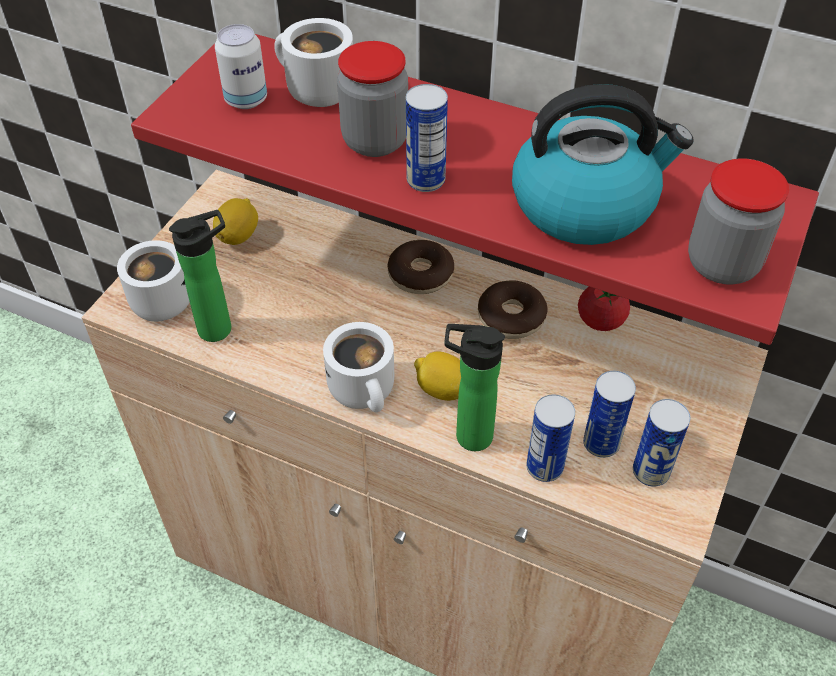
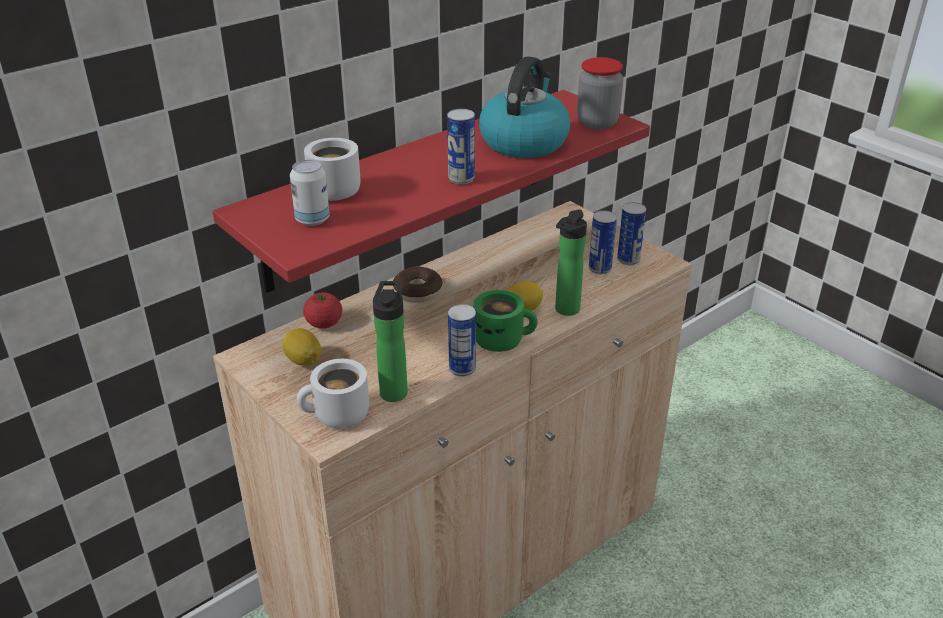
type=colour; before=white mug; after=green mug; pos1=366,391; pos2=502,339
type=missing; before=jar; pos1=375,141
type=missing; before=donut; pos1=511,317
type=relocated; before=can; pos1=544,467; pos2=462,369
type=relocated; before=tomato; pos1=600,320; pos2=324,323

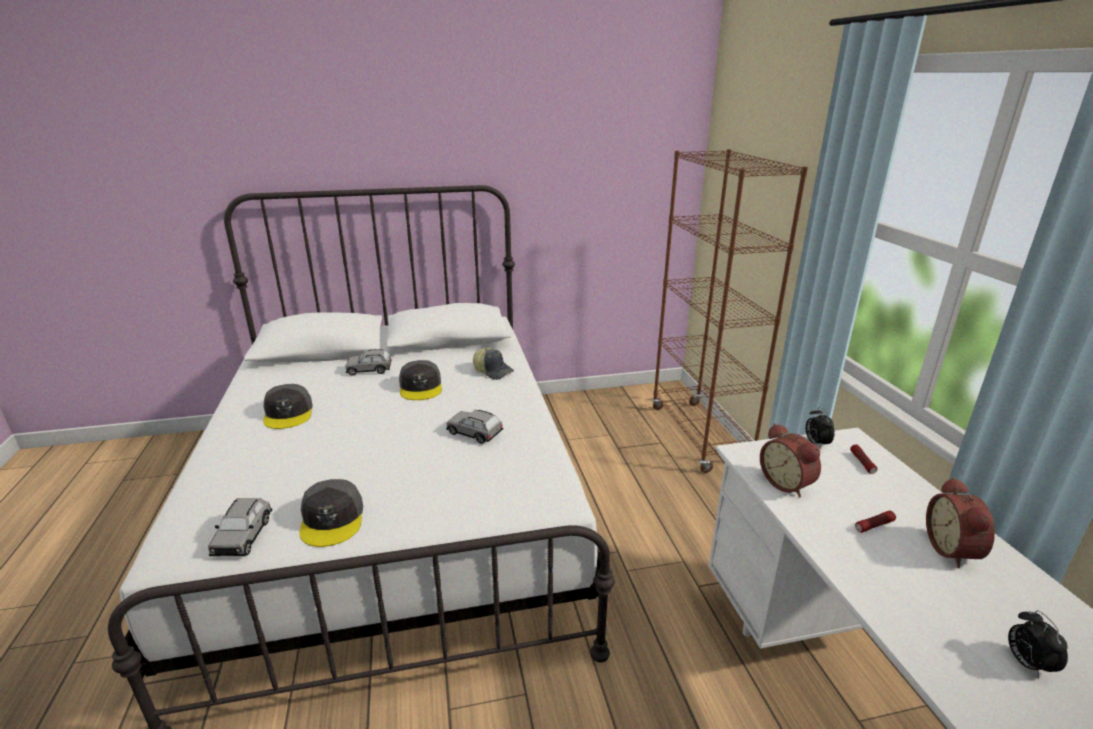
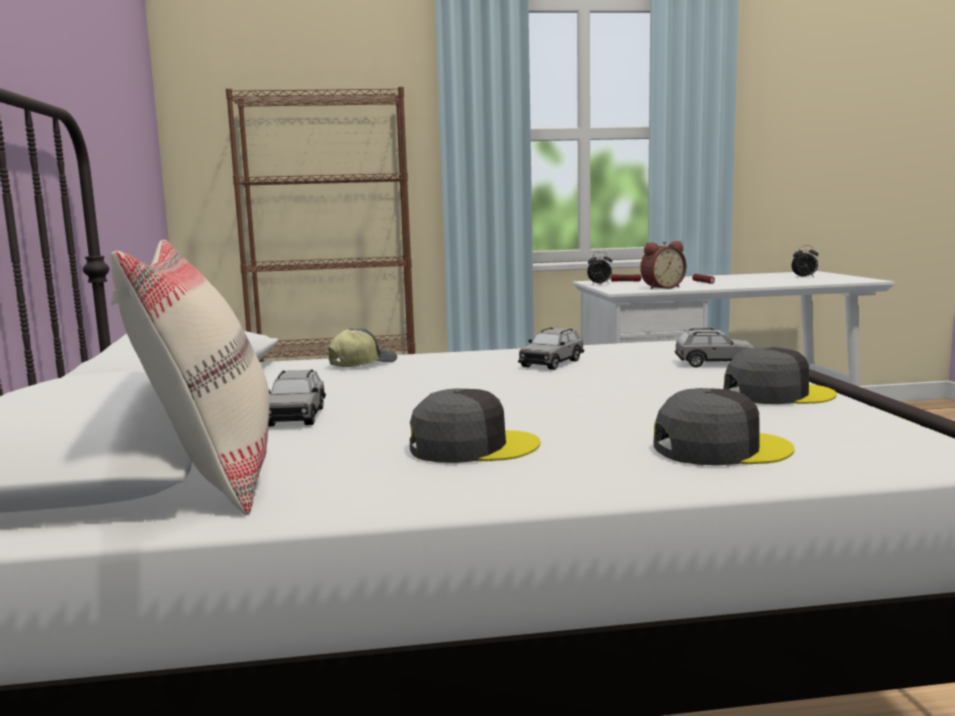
type=relocated; before=grey toy car; pos1=243,536; pos2=714,363
type=relocated; before=grey cap; pos1=421,387; pos2=720,449
type=missing; before=alarm clock; pos1=953,550
type=appeared; after=beige pillow; pos2=212,474

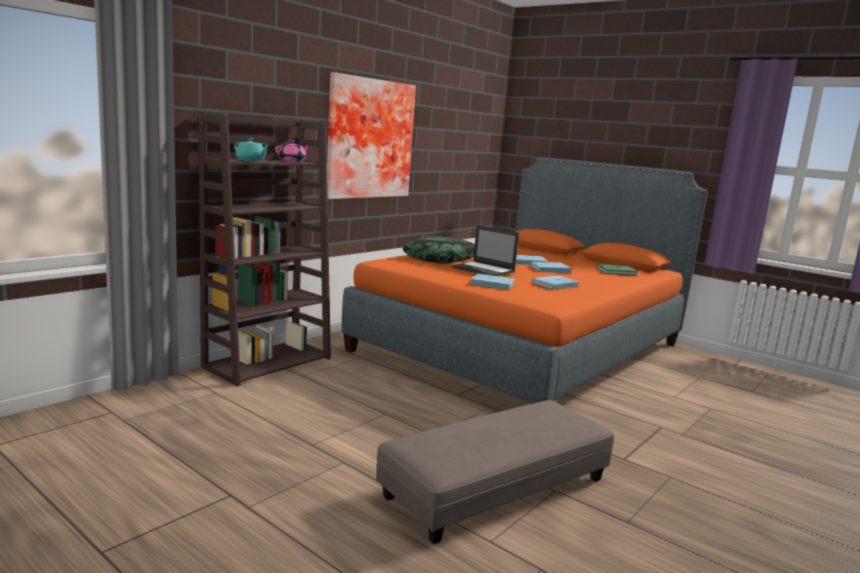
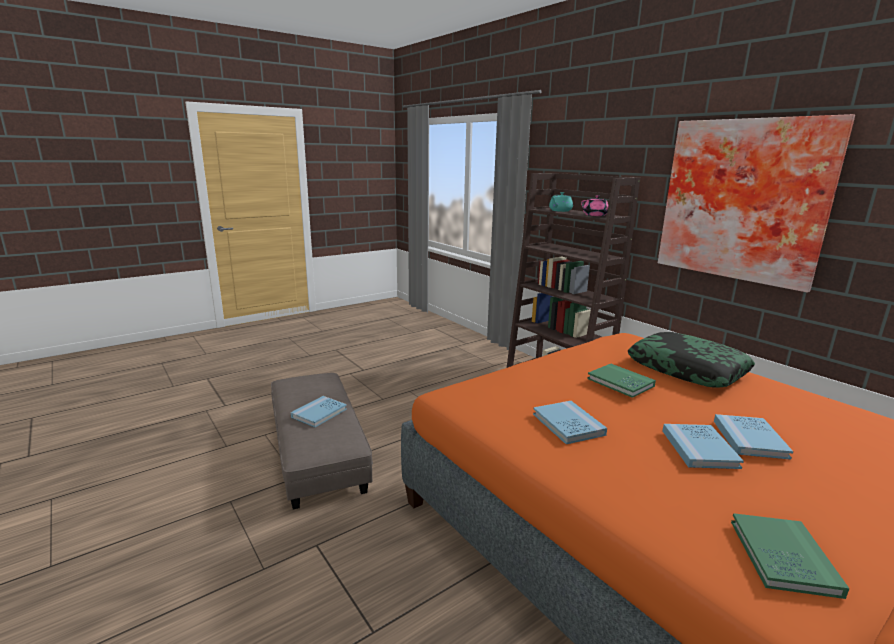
type=exchanged; before=laptop; after=green book; pos1=484,270; pos2=620,382
type=relocated; before=blue book; pos1=492,284; pos2=319,413

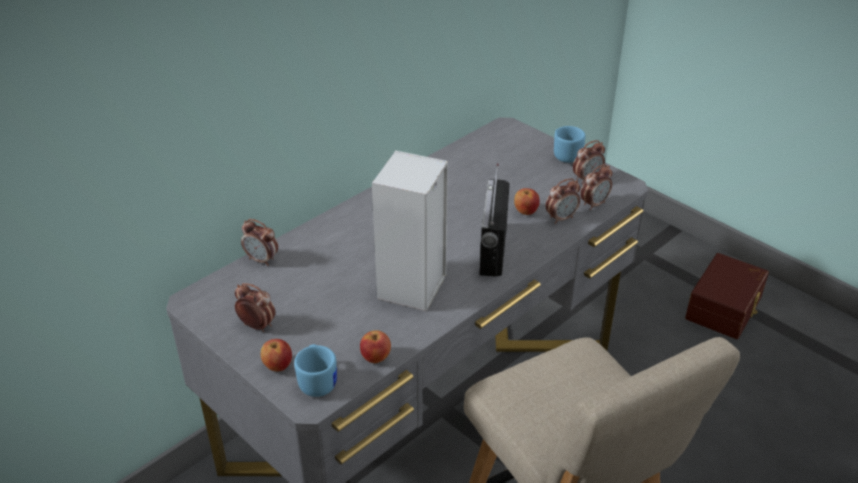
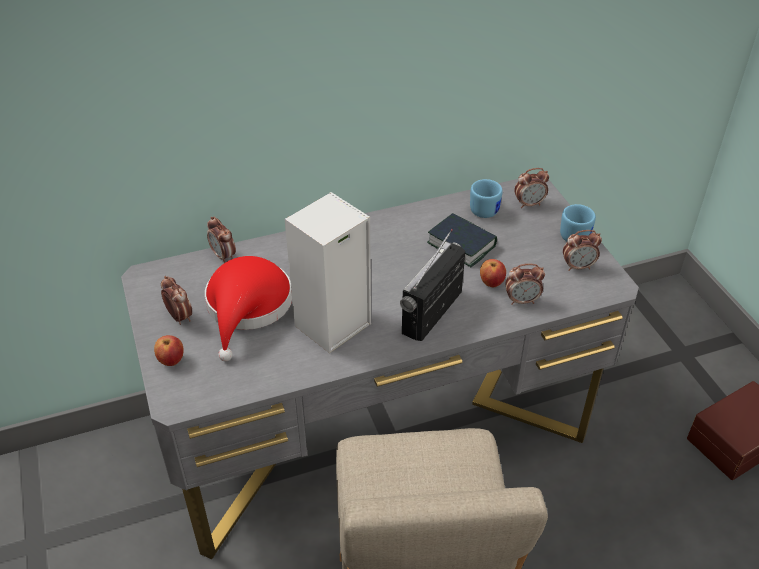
type=relocated; before=blue mug; pos1=318,380; pos2=485,208
type=missing; before=apple; pos1=376,358
type=relocated; before=alarm clock; pos1=594,204; pos2=529,204
type=appeared; after=red hat; pos2=247,307
type=appeared; after=book; pos2=461,244

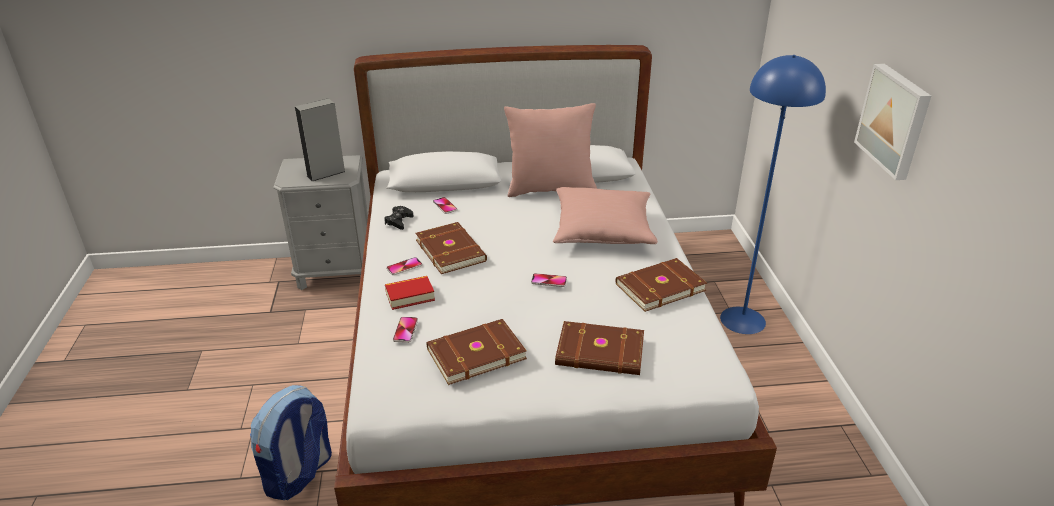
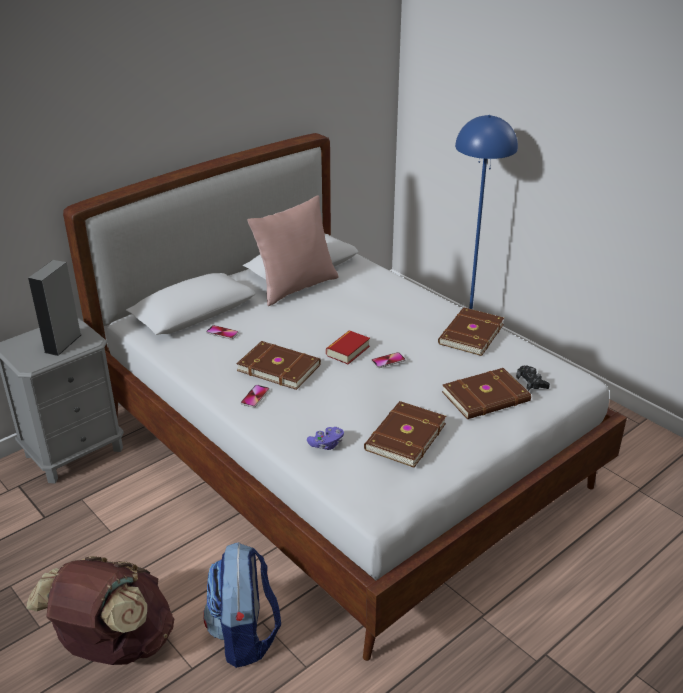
type=relocated; before=black game controller; pos1=399,221; pos2=532,382
type=relocated; before=book; pos1=410,296; pos2=348,351
type=exchanged; before=phone; after=purple game controller; pos1=405,330; pos2=326,444
type=missing; before=pink pillow; pos1=603,230
type=missing; before=picture; pos1=895,120
type=appeared; after=brown backpack; pos2=114,645

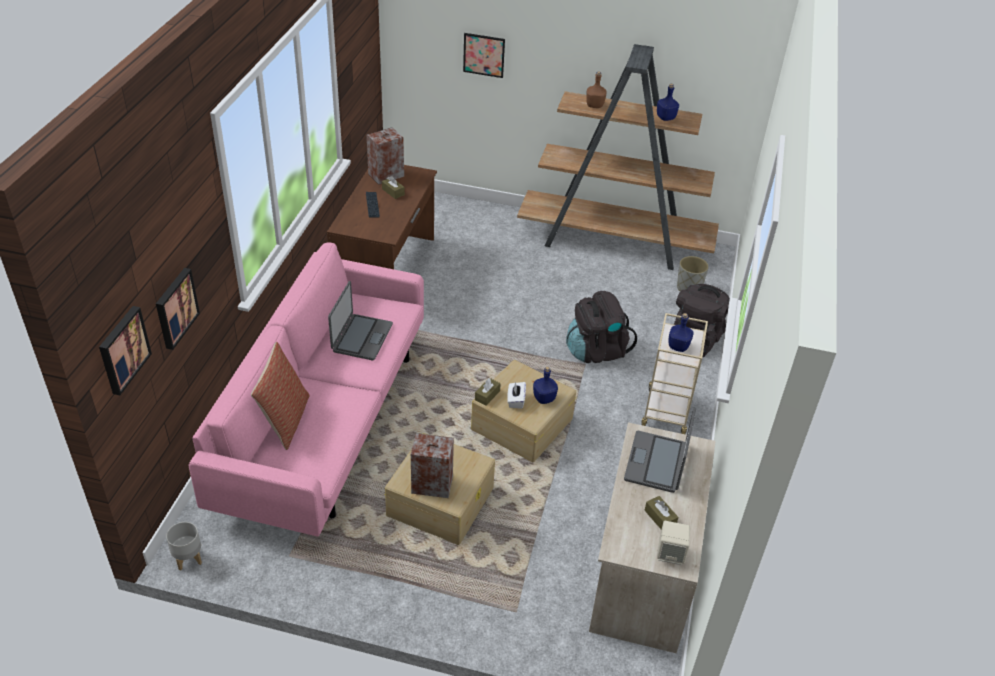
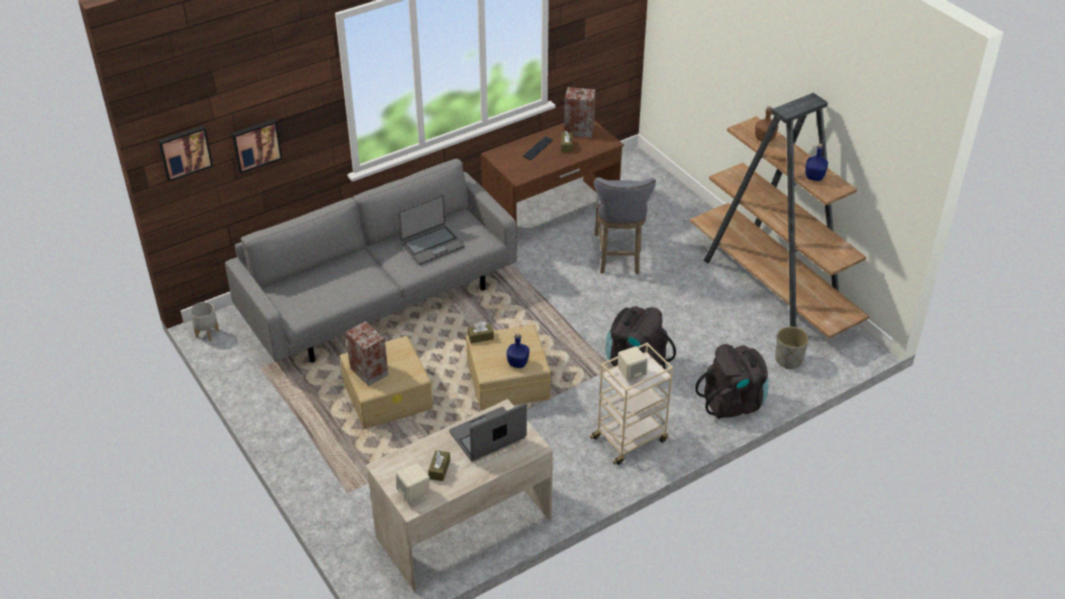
type=colour; before=pink sofa; after=grey sofa; pos1=326,422; pos2=380,300
type=missing; before=pillow; pos1=285,420
type=missing; before=picture; pos1=484,55
type=missing; before=white tissue box; pos1=516,400
type=exchanged; before=blue bottle; after=beige speaker; pos1=678,346; pos2=631,374
type=appeared; after=grey stool; pos2=618,256

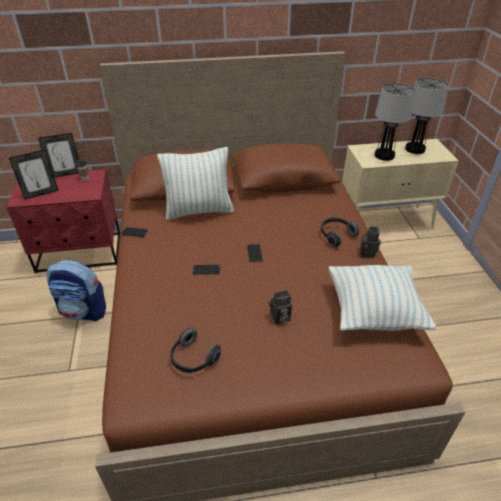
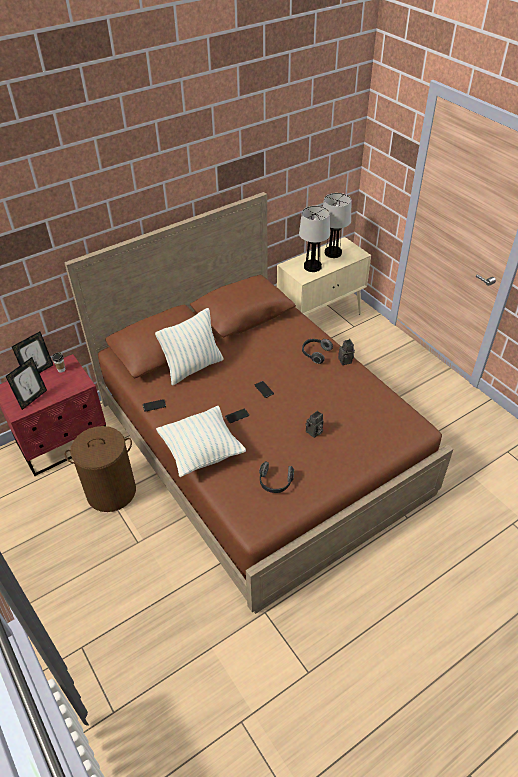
type=exchanged; before=backpack; after=brown laundry basket; pos1=84,311; pos2=111,491
type=relocated; before=pillow; pos1=374,312; pos2=201,452

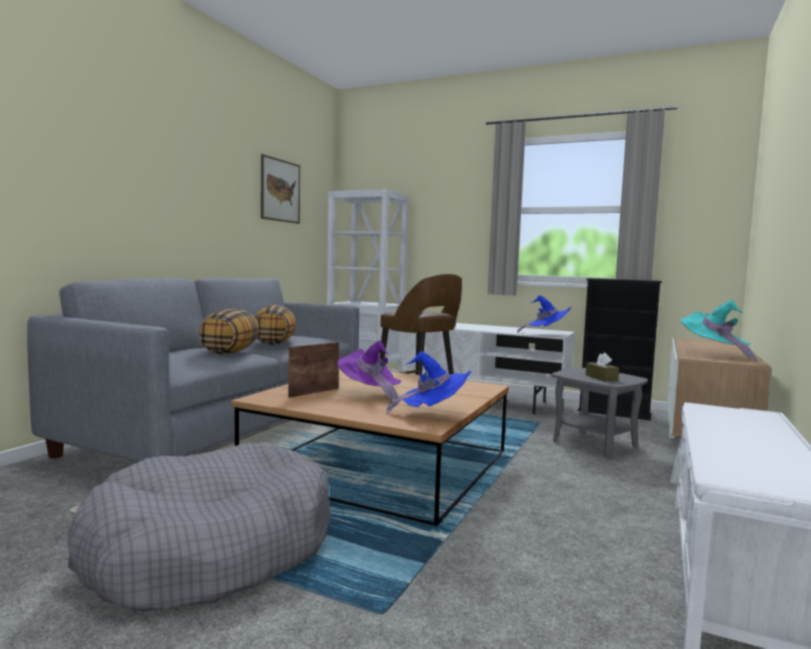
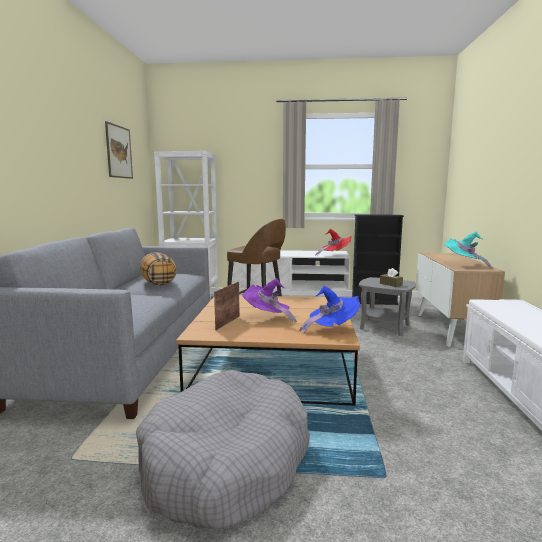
type=missing; before=pillow; pos1=230,352
type=colour; before=blue hat; after=red hat; pos1=546,334; pos2=335,255

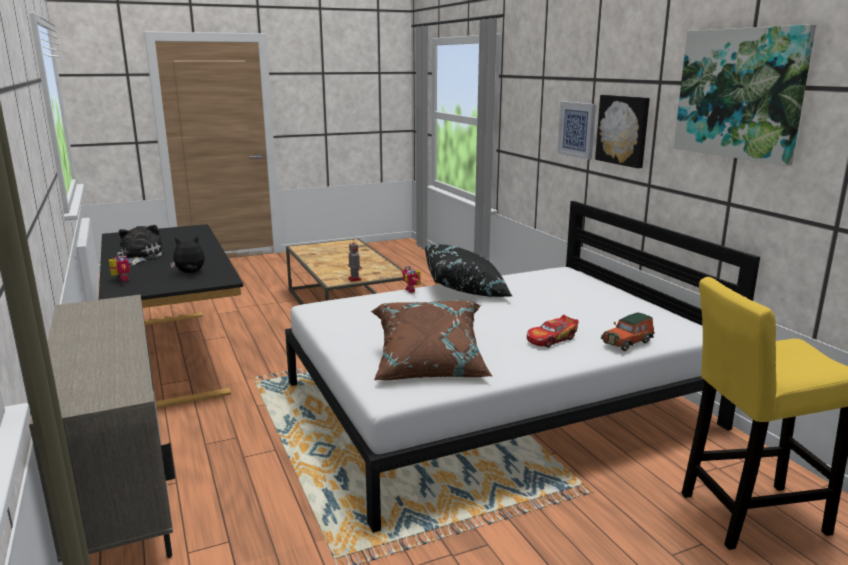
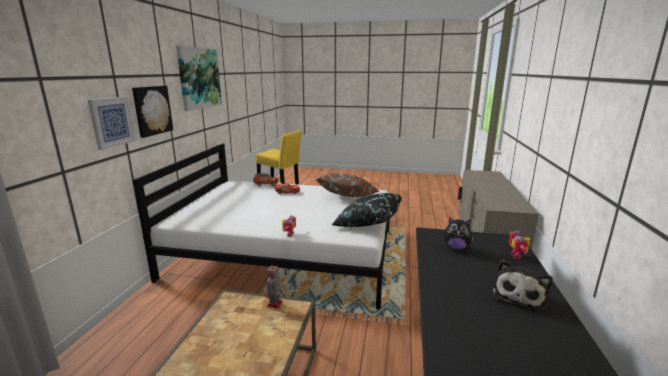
type=relocated; before=black pillow; pos1=466,290; pos2=367,223

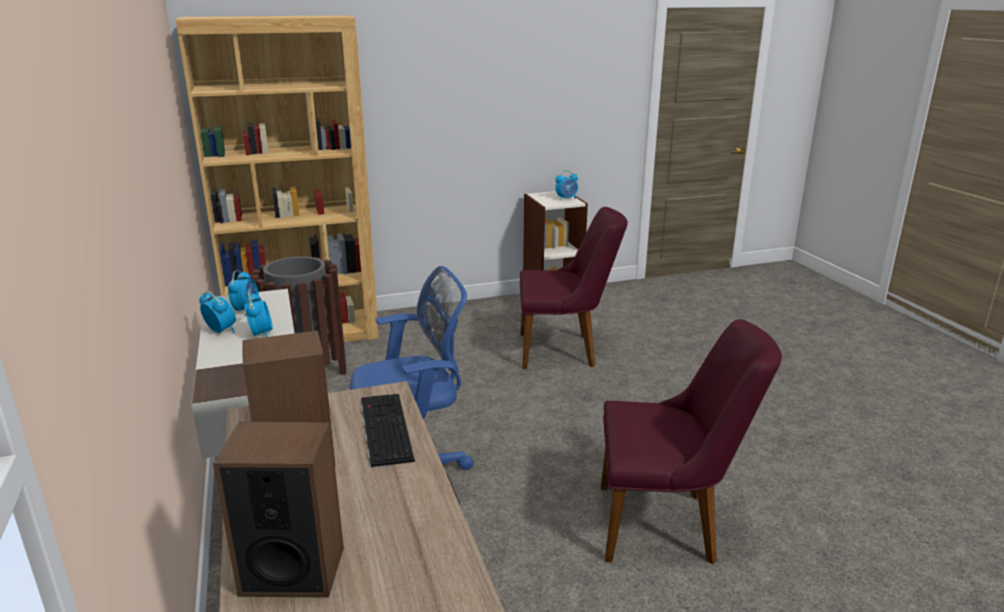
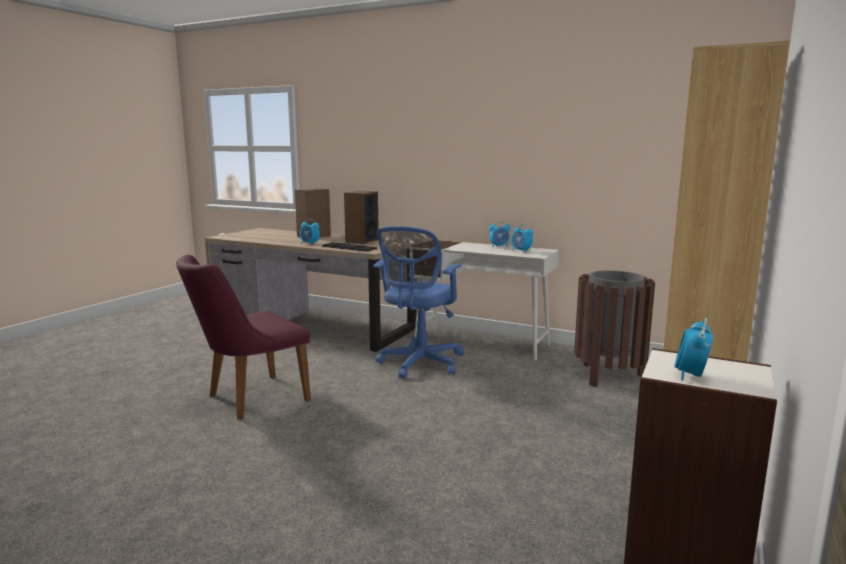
type=relocated; before=alarm clock; pos1=261,334; pos2=309,244
type=missing; before=purple chair; pos1=565,350

